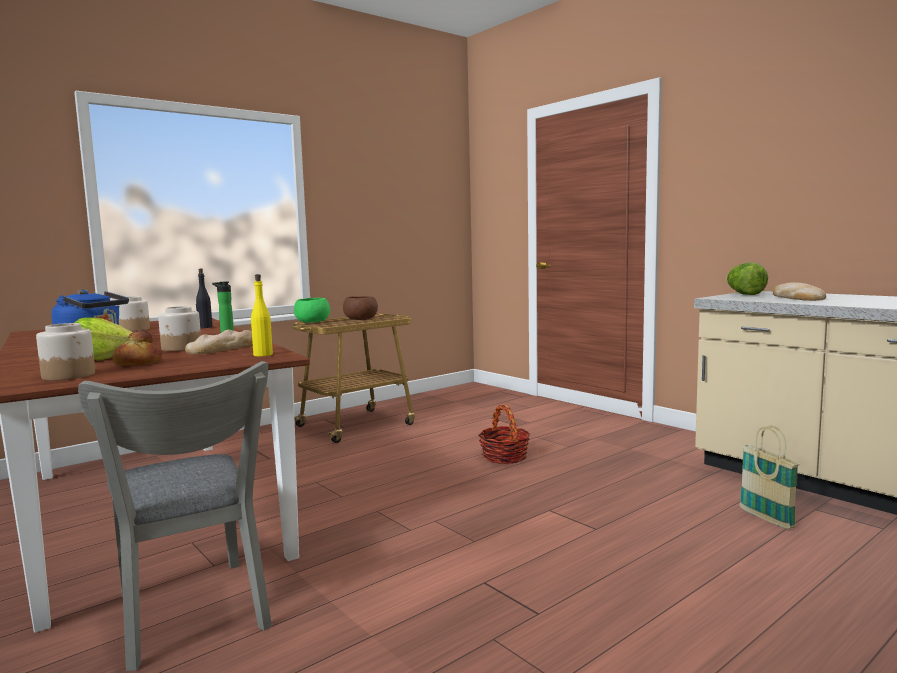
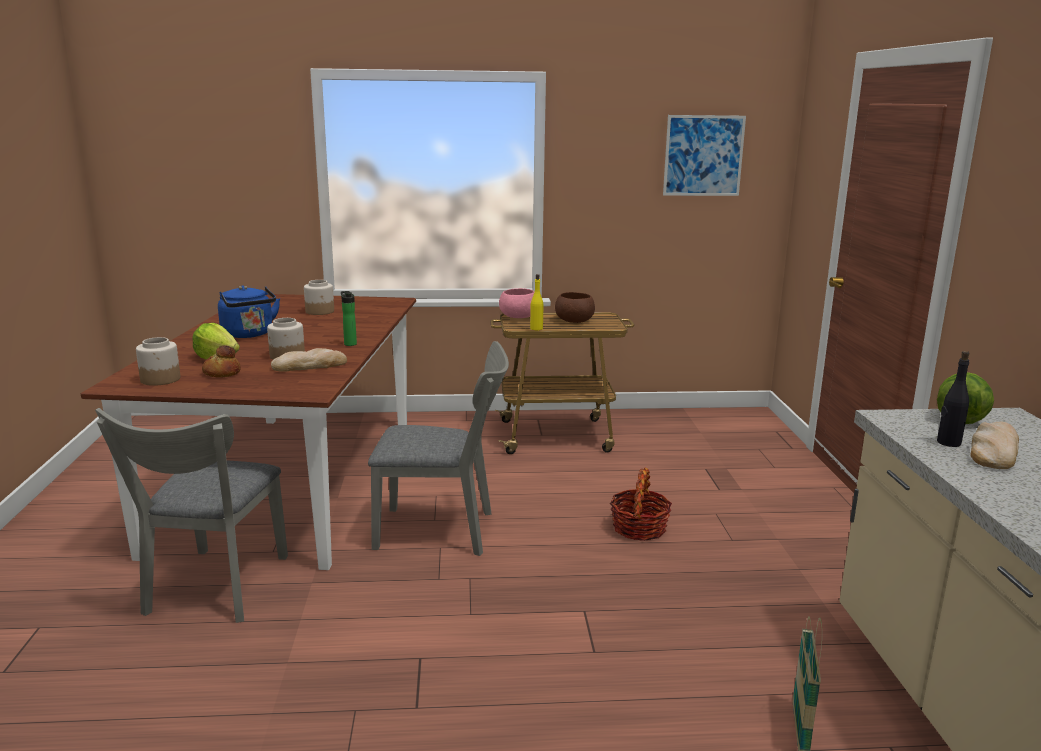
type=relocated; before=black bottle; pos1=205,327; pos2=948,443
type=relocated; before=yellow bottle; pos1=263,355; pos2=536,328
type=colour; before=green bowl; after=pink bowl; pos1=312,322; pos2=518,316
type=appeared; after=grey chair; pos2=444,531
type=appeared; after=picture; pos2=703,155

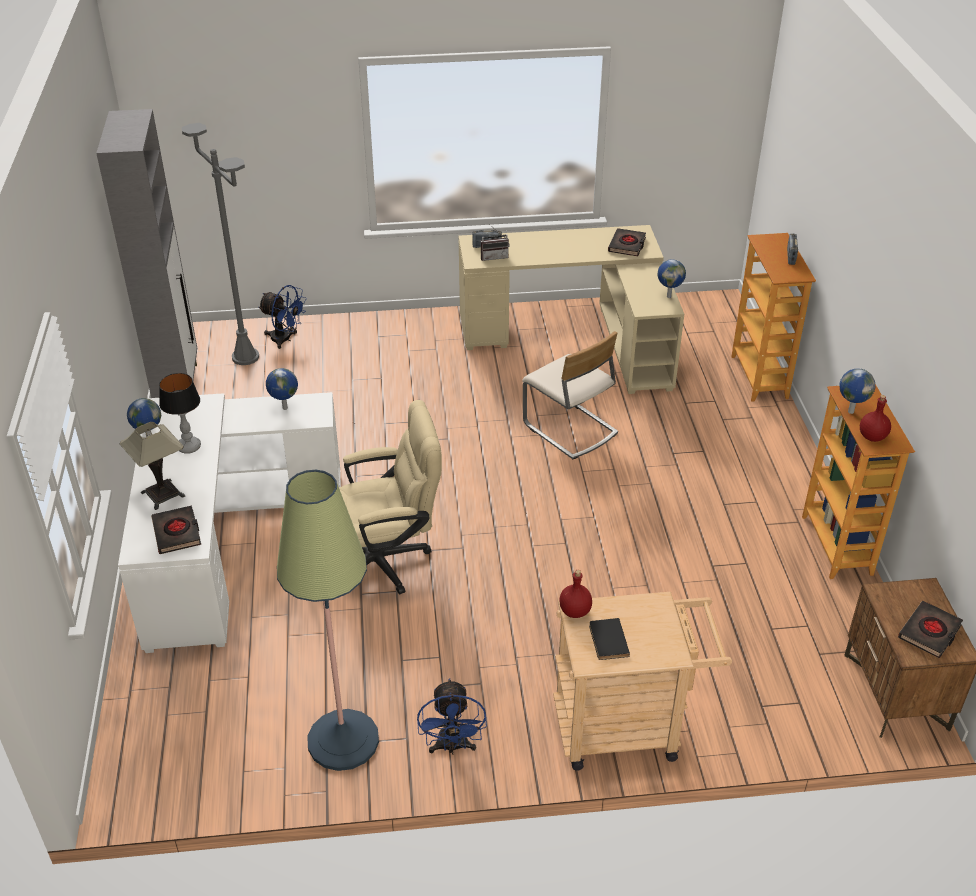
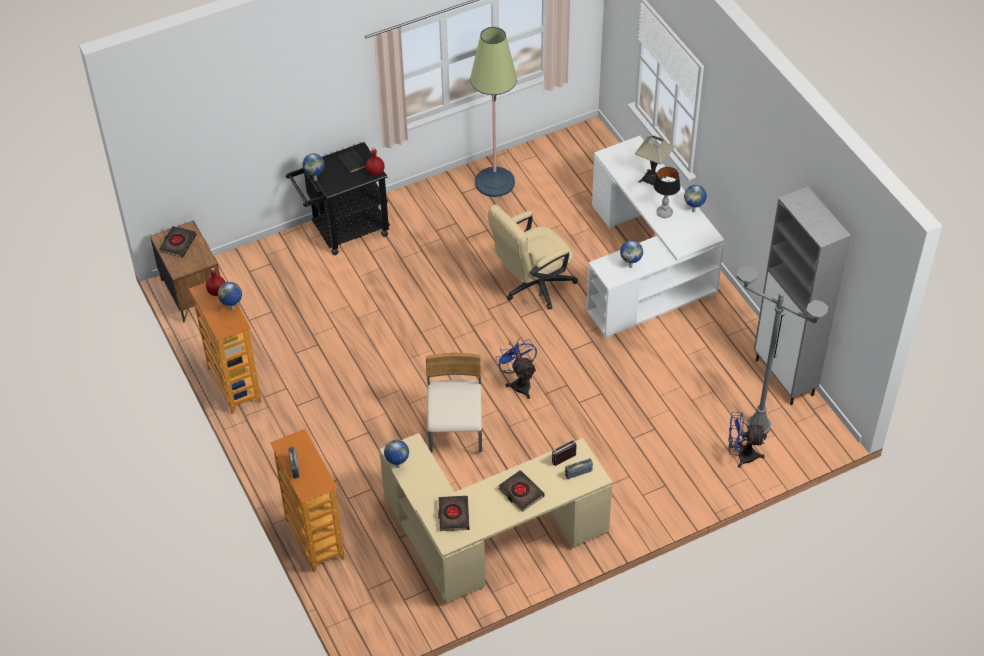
type=relocated; before=black book; pos1=177,533; pos2=521,493
type=relocated; before=blue fan; pos1=452,747; pos2=519,383
type=spun; before=beige chair; pos1=569,429; pos2=456,431; turn=60
type=colour; before=beige cart; after=black cart; pos1=628,727; pos2=344,231
type=appeared; after=globe; pos2=315,179

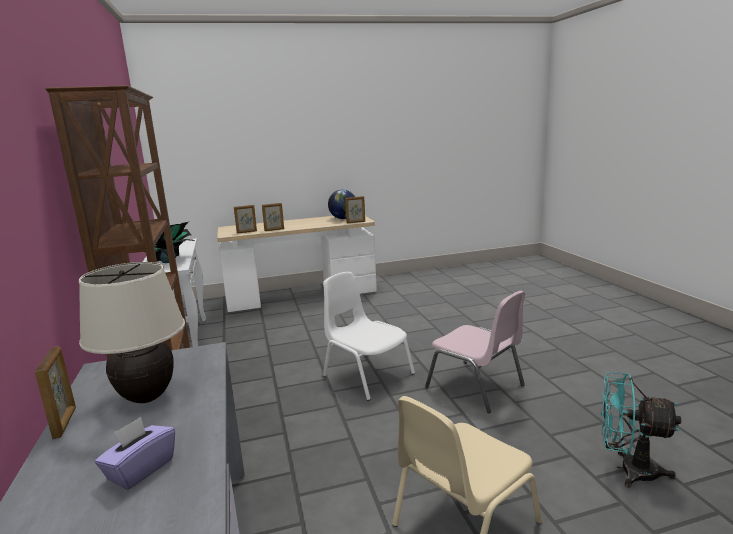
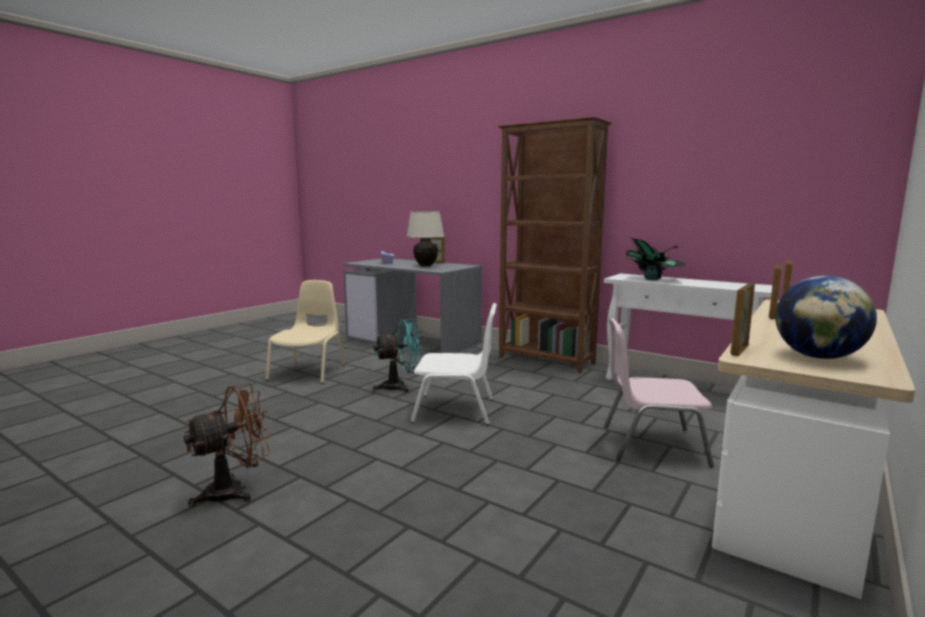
type=relocated; before=pink chair; pos1=476,387; pos2=651,444
type=relocated; before=turquoise fan; pos1=628,470; pos2=400,387
type=appeared; after=brown fan; pos2=235,491

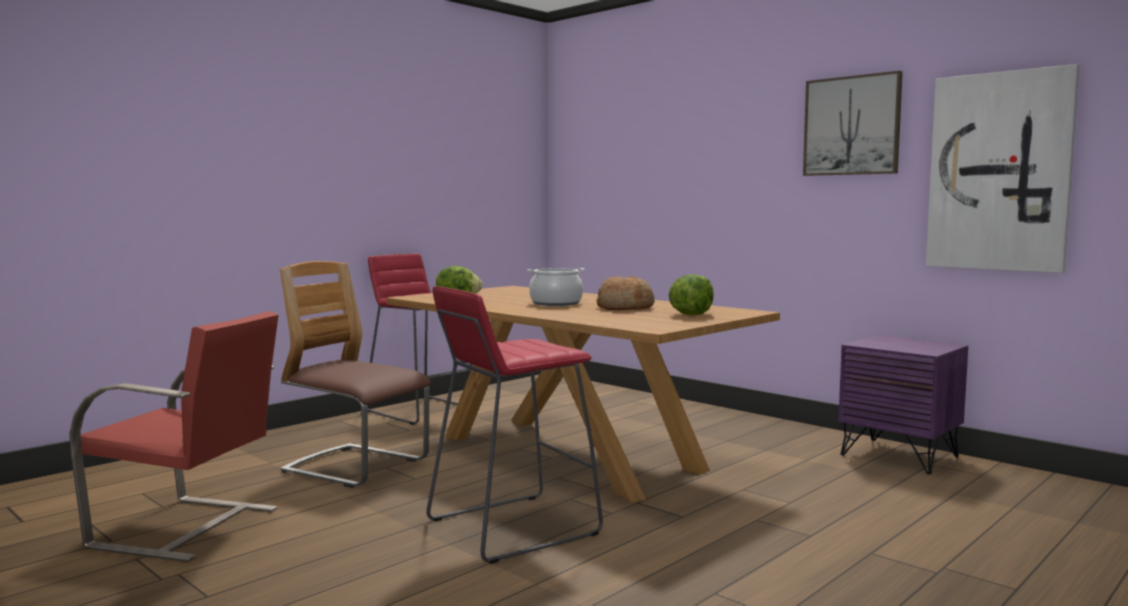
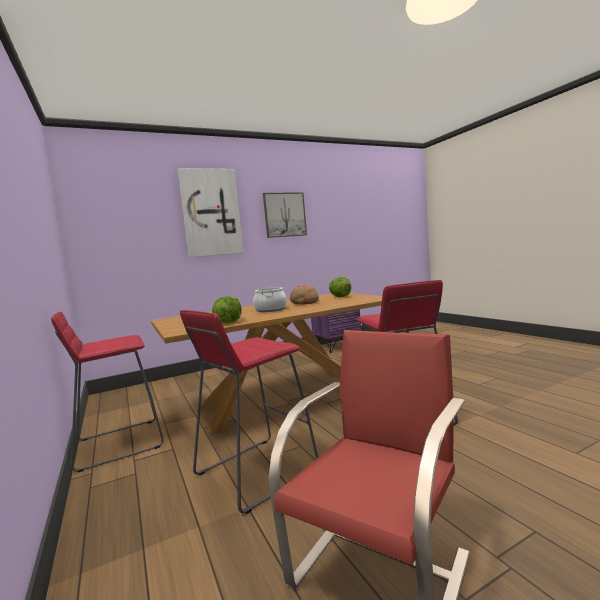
type=exchanged; before=chair; after=red stool; pos1=356,467; pos2=255,472
type=relocated; before=picture; pos1=999,172; pos2=211,212

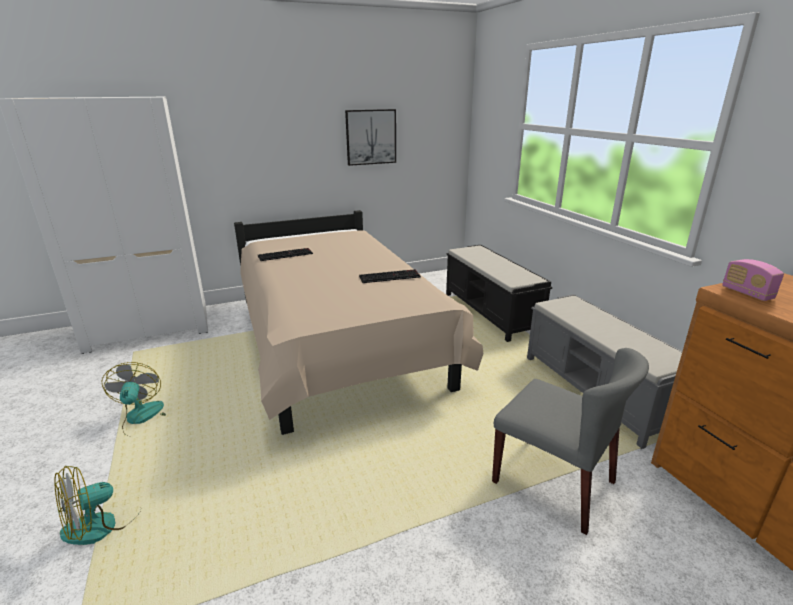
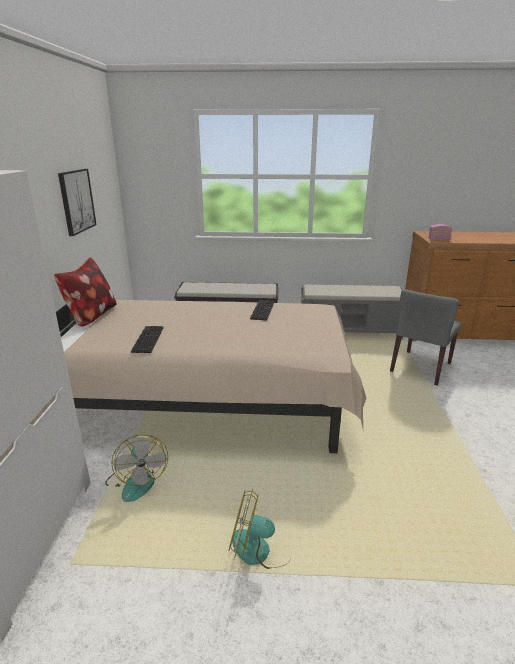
type=relocated; before=fan; pos1=102,523; pos2=137,481
type=spun; before=grey chair; pos1=554,482; pos2=420,367; turn=150
type=appeared; after=pillow; pos2=91,317

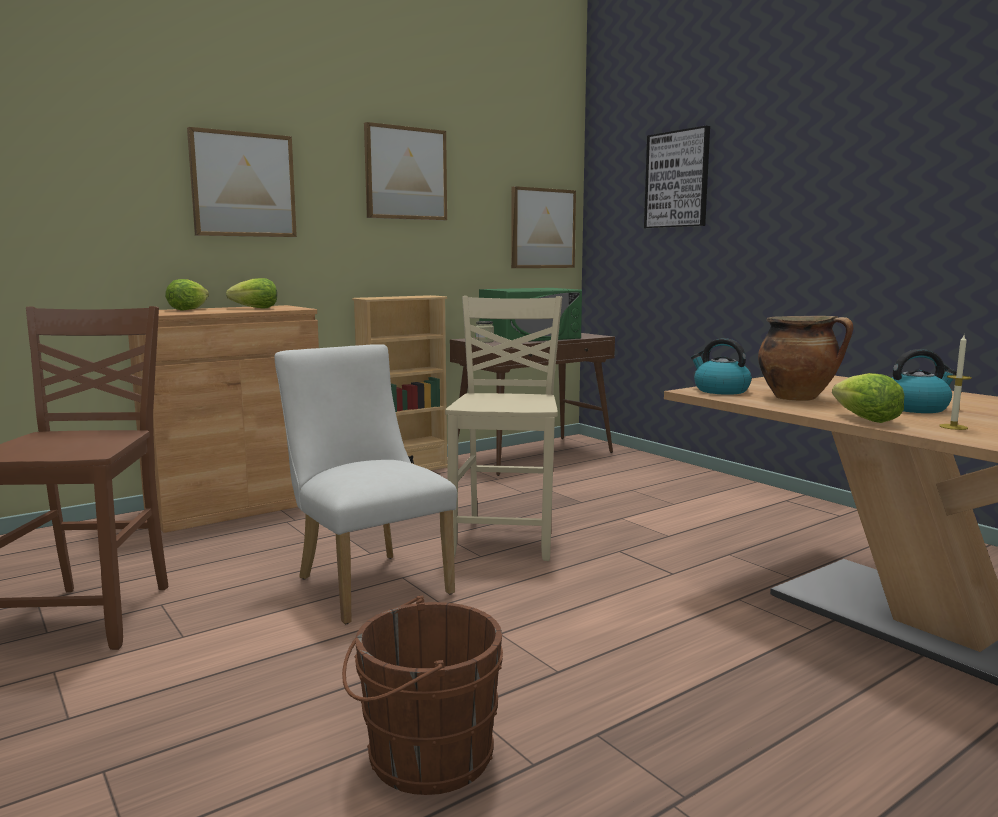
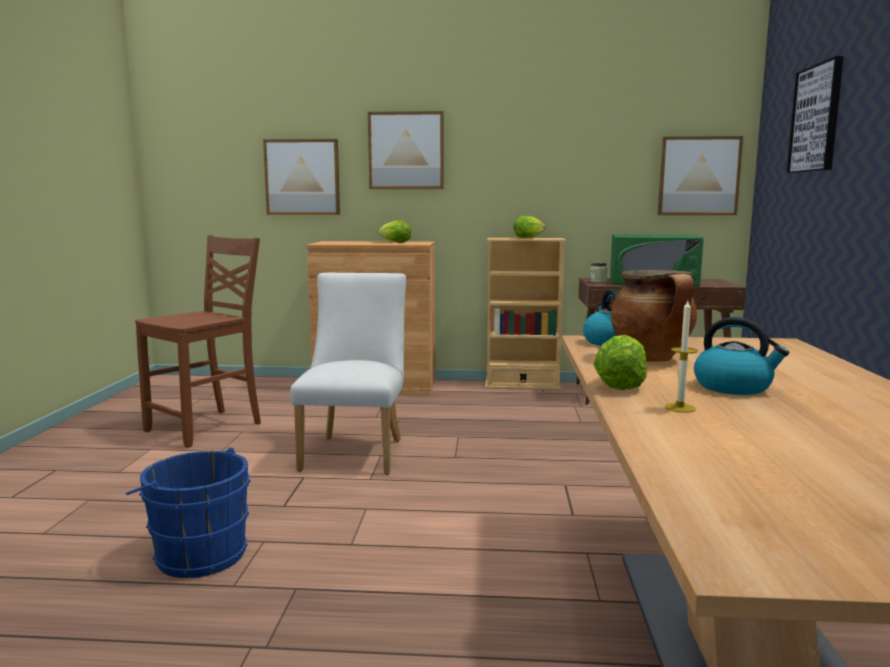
type=relocated; before=lettuce; pos1=188,310; pos2=527,237
type=colour; before=brown bucket; after=blue bucket; pos1=422,756; pos2=197,554
type=relocated; before=picture; pos1=405,173; pos2=302,177
type=missing; before=beige chair; pos1=506,538

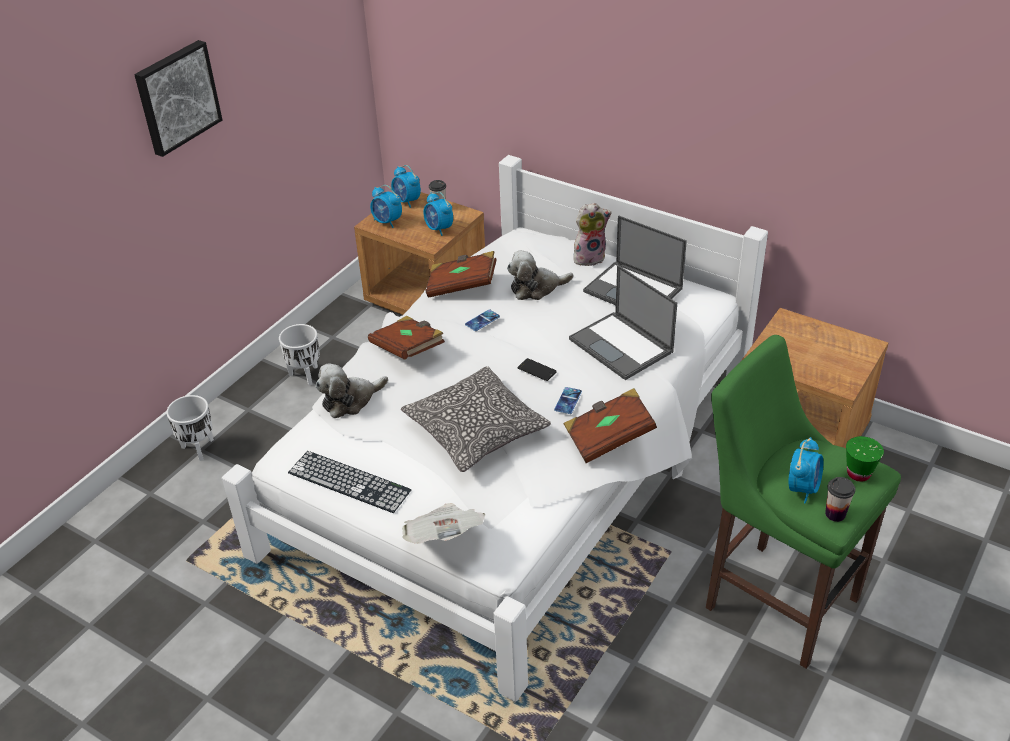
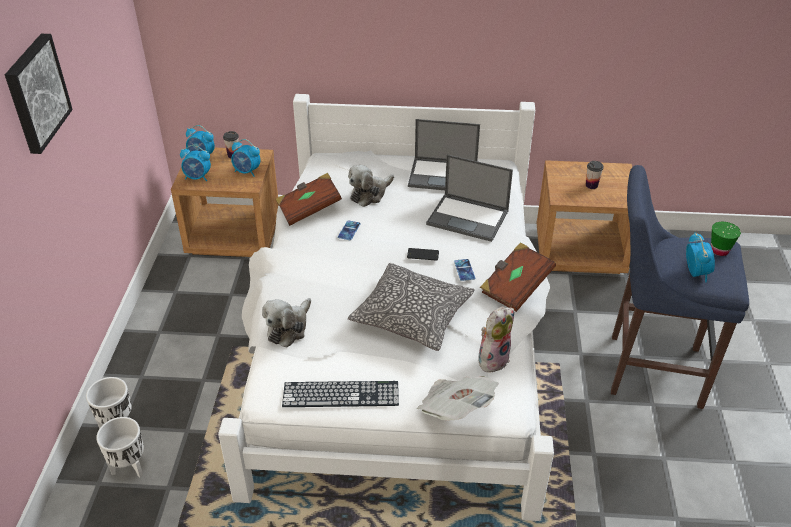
type=relocated; before=white planter; pos1=306,375; pos2=130,467
type=missing; before=brown book; pos1=408,349
type=relocated; before=plush toy; pos1=589,257; pos2=493,359
type=colour; before=green stool; after=blue stool; pos1=775,598; pos2=649,369
type=relocated; before=cup; pos1=835,514; pos2=591,185

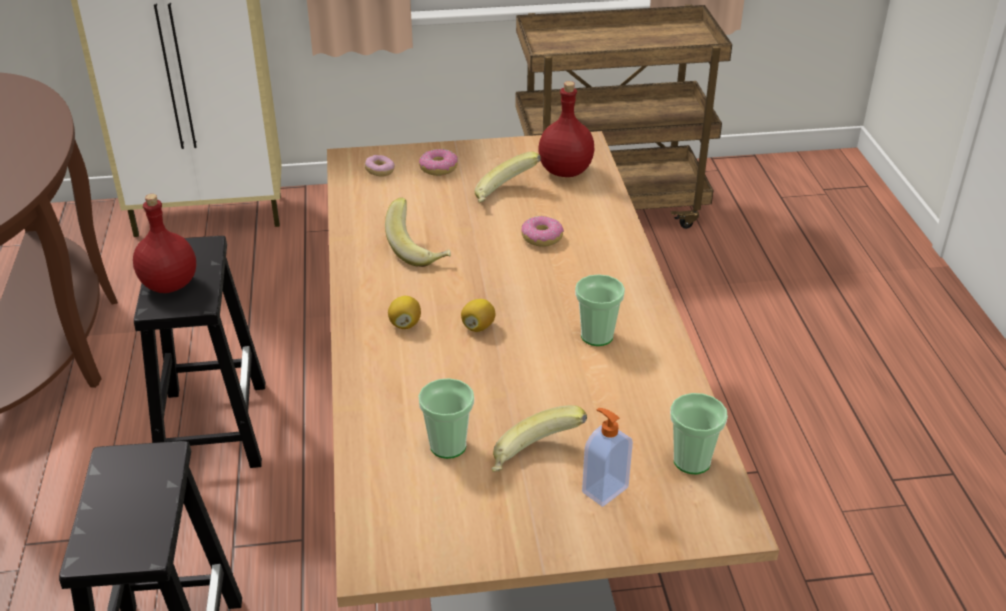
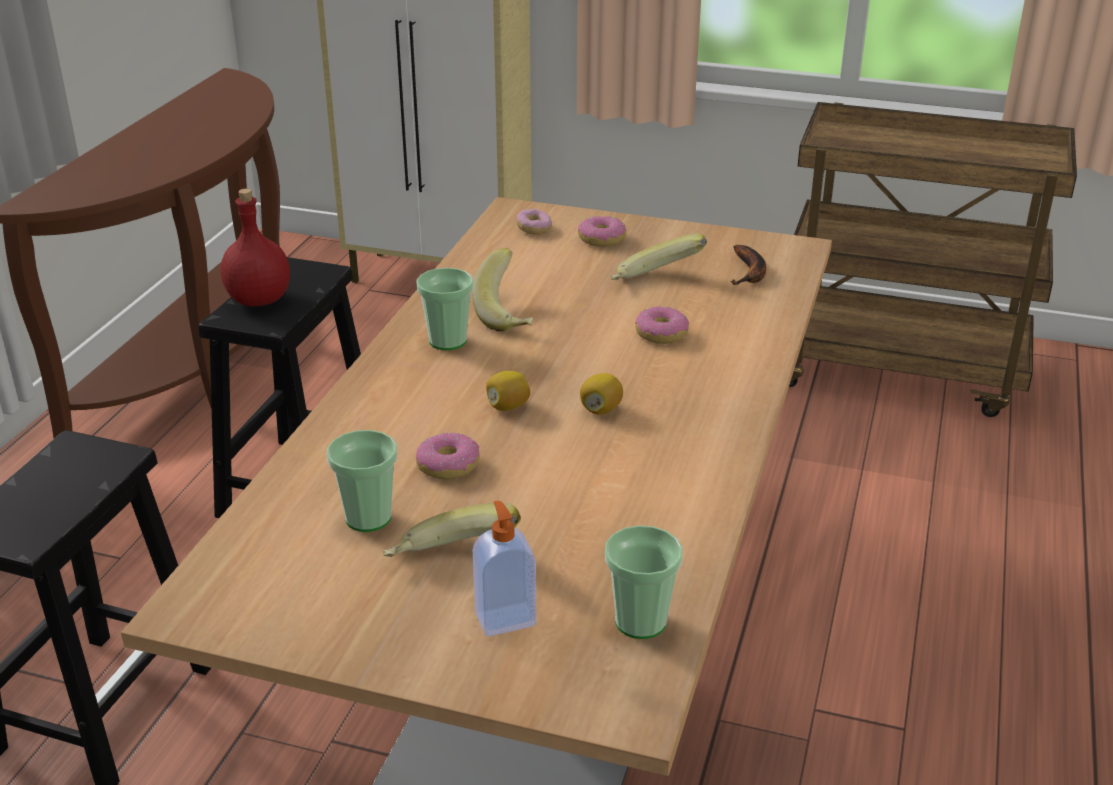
type=relocated; before=lemon; pos1=405,324; pos2=601,410
type=exchanged; before=red bottle; after=banana; pos1=566,171; pos2=750,272
type=relocated; before=cup; pos1=597,336; pos2=447,341
type=appeared; after=donut; pos2=448,465

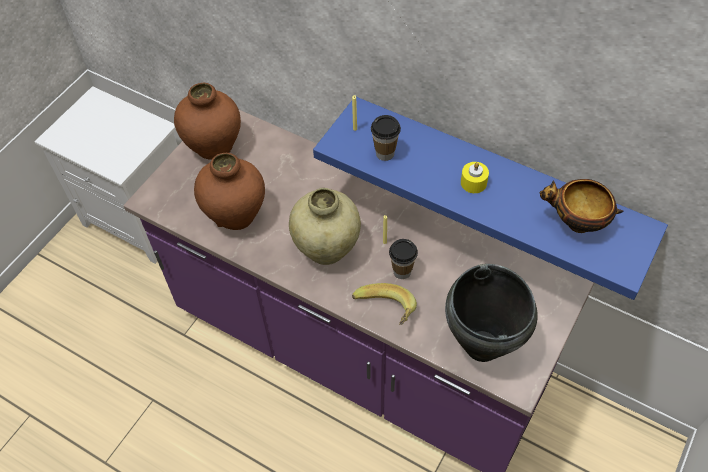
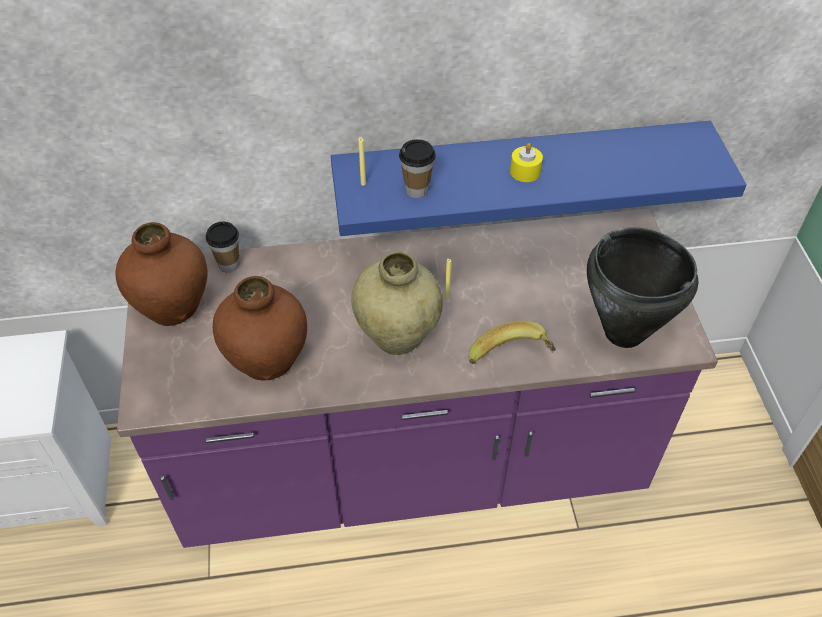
type=relocated; before=cup; pos1=402,271; pos2=229,265
type=missing; before=bowl; pos1=576,223

